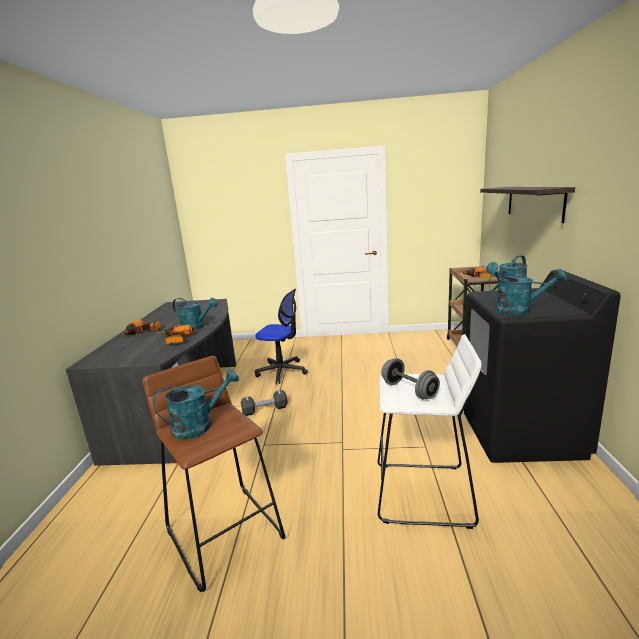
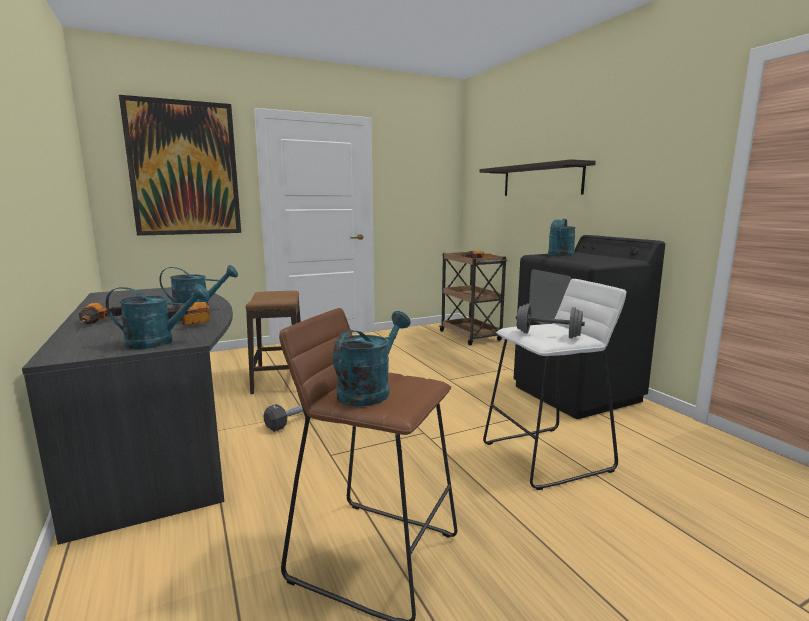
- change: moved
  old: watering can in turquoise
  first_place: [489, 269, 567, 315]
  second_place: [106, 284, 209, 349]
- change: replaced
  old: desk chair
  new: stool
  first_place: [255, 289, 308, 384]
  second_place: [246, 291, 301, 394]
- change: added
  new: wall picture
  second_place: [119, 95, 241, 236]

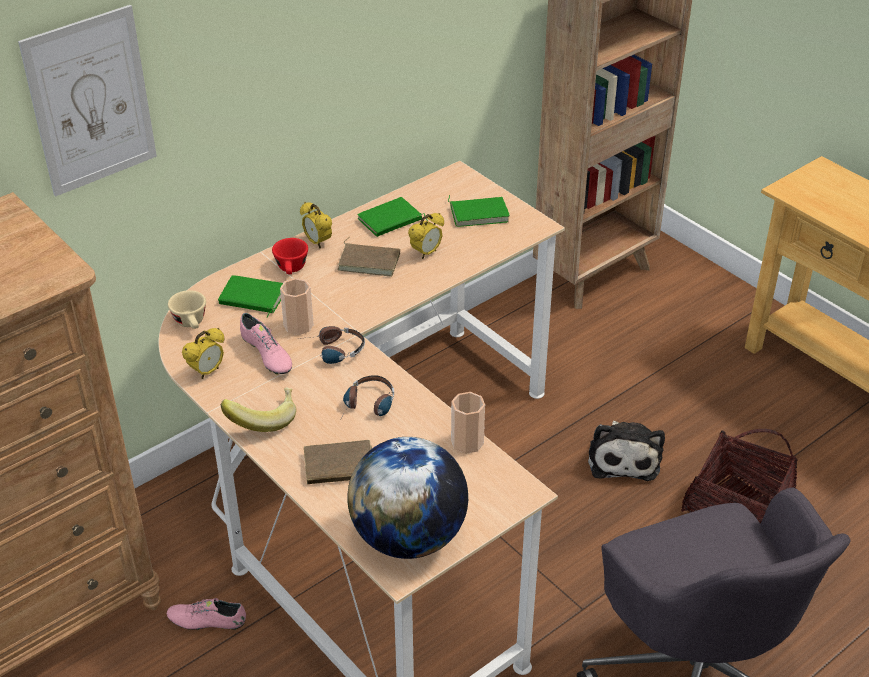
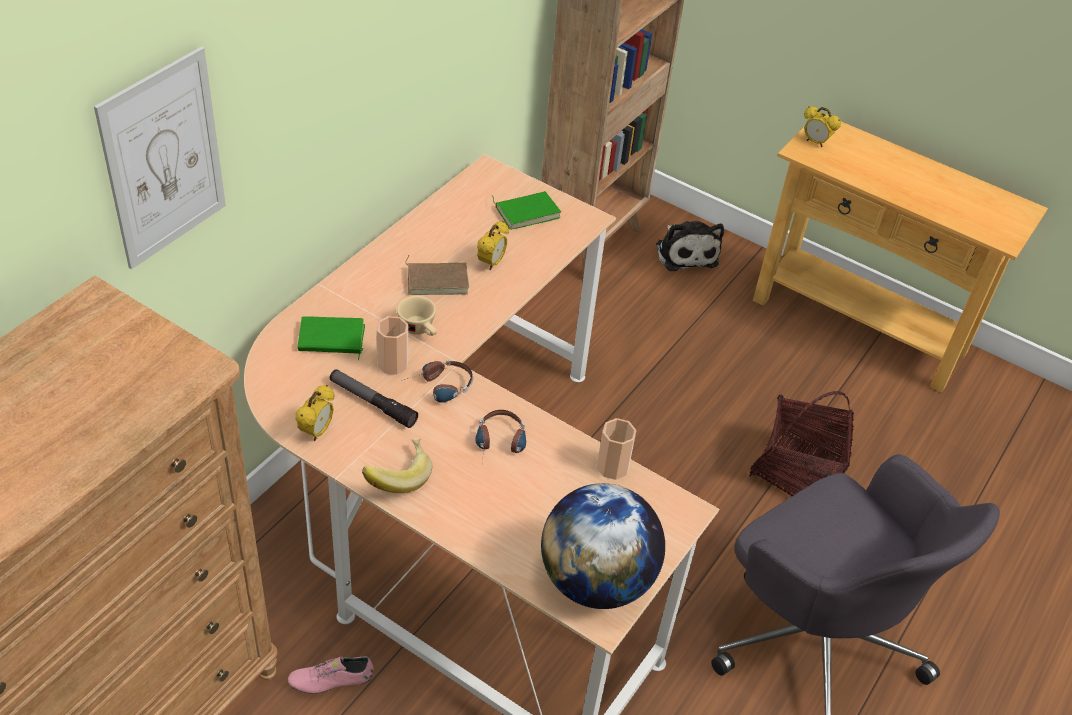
- change: removed
  old: bound book in green-coloured
  first_place: [357, 197, 428, 237]
- change: moved
  old: alarm clock
  first_place: [300, 202, 332, 249]
  second_place: [804, 106, 841, 147]
- change: removed
  old: drinking cup in reddish
  first_place: [272, 238, 308, 274]
- change: moved
  old: drinking cup in beige-coloured
  first_place: [168, 290, 206, 329]
  second_place: [397, 296, 437, 336]
- change: replaced
  old: low shoe in pinkish
  new: flashlight
  first_place: [240, 313, 292, 375]
  second_place: [330, 369, 418, 428]
- change: moved
  old: plush toy
  first_place: [588, 421, 665, 481]
  second_place: [656, 221, 724, 271]
- change: removed
  old: bound book in brownish
  first_place: [304, 440, 372, 484]

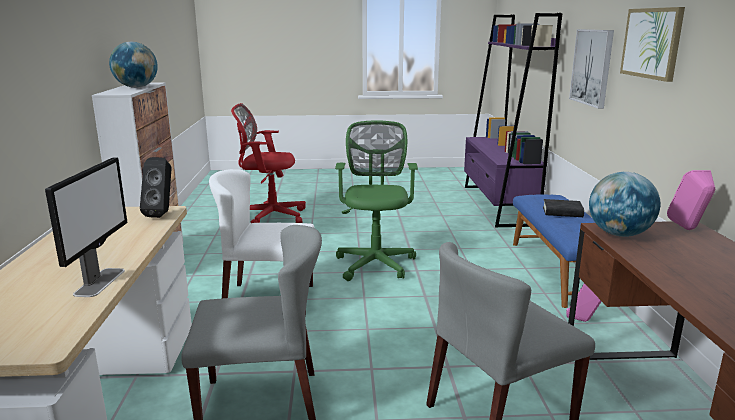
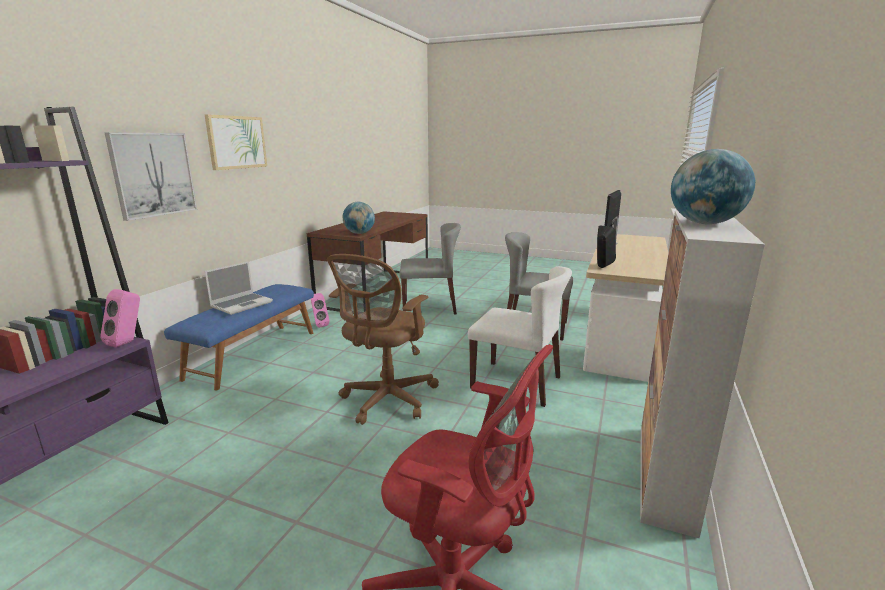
- change: recoloured
  old: desk chair in green-coloured
  new: desk chair in brownish
  first_place: [335, 120, 418, 281]
  second_place: [327, 254, 439, 425]
- change: moved
  old: speaker in pinkish
  first_place: [667, 170, 715, 230]
  second_place: [100, 289, 140, 347]
- change: replaced
  old: bound book in black-coloured
  new: laptop
  first_place: [543, 199, 584, 217]
  second_place: [205, 261, 273, 315]

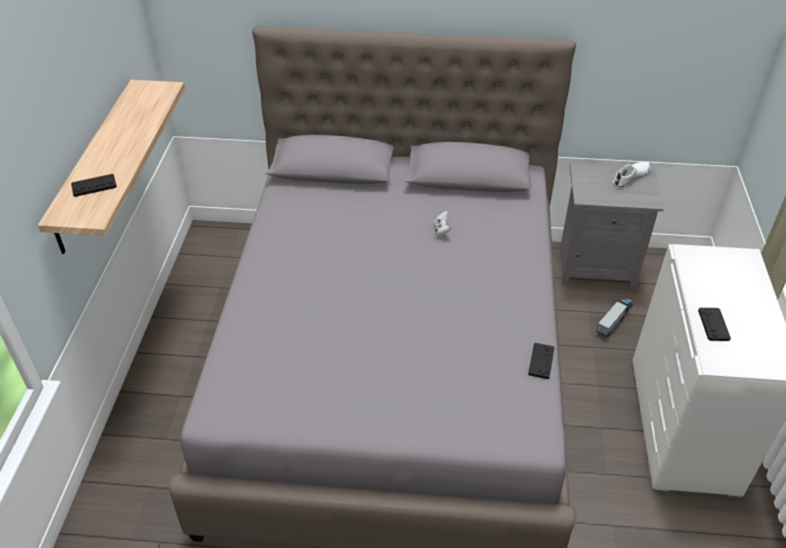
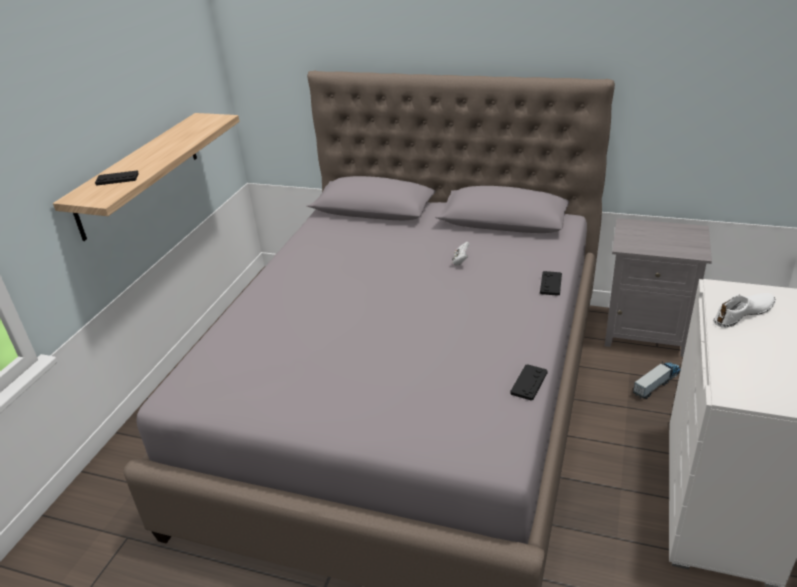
- change: moved
  old: low shoe in whitish
  first_place: [612, 161, 651, 188]
  second_place: [713, 293, 776, 328]
- change: moved
  old: game controller in black-coloured
  first_place: [698, 308, 731, 341]
  second_place: [540, 271, 562, 296]

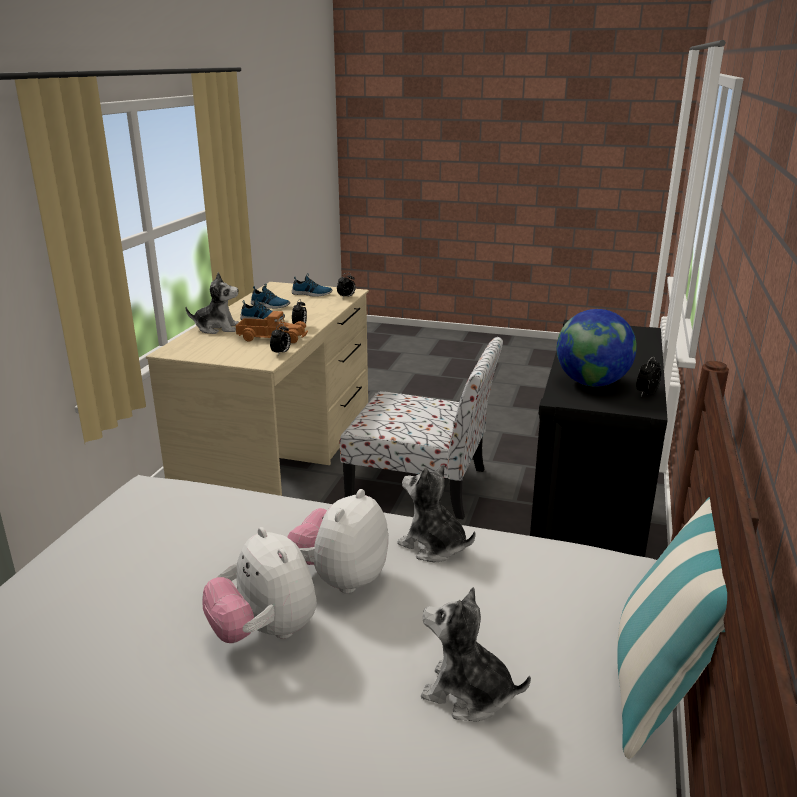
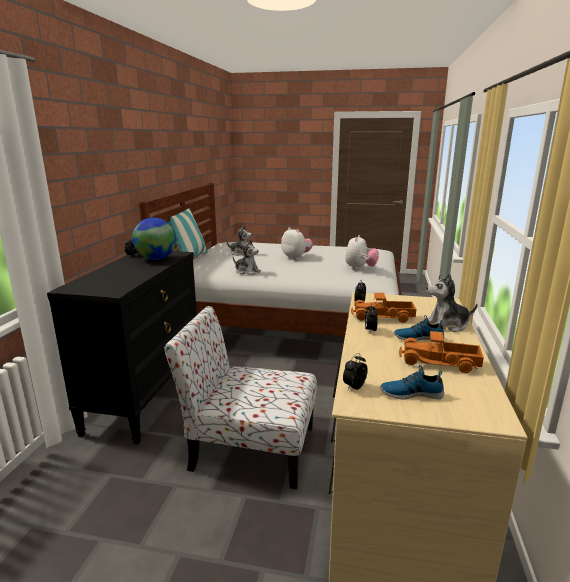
- change: replaced
  old: low shoe
  new: model truck
  first_place: [251, 284, 290, 309]
  second_place: [399, 331, 484, 373]
- change: moved
  old: plush toy
  first_place: [287, 489, 389, 593]
  second_place: [345, 235, 379, 270]

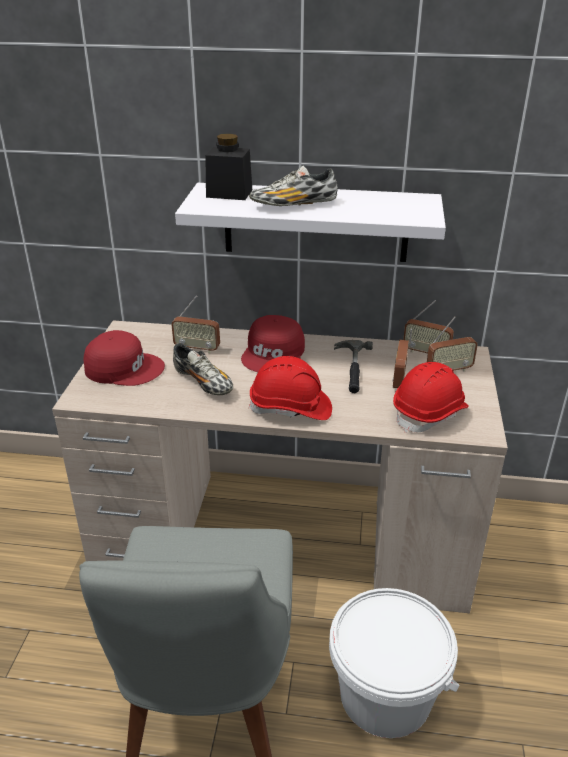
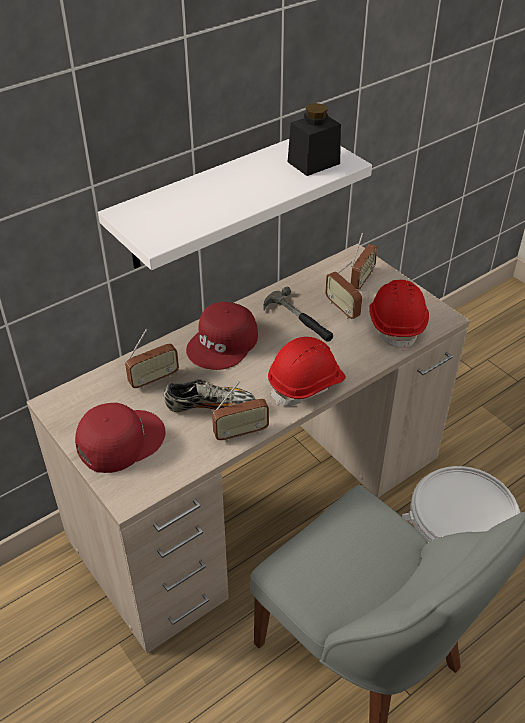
- change: moved
  old: jar in black-coloured
  first_place: [205, 134, 252, 200]
  second_place: [288, 103, 341, 176]
- change: removed
  old: low shoe
  first_place: [249, 166, 338, 206]
- change: moved
  old: radio set
  first_place: [403, 300, 454, 353]
  second_place: [212, 381, 269, 442]
- change: turned
  old: peaked cap in reddish
  first_place: [241, 315, 305, 372]
  second_place: [186, 302, 258, 370]
  degrees: 60

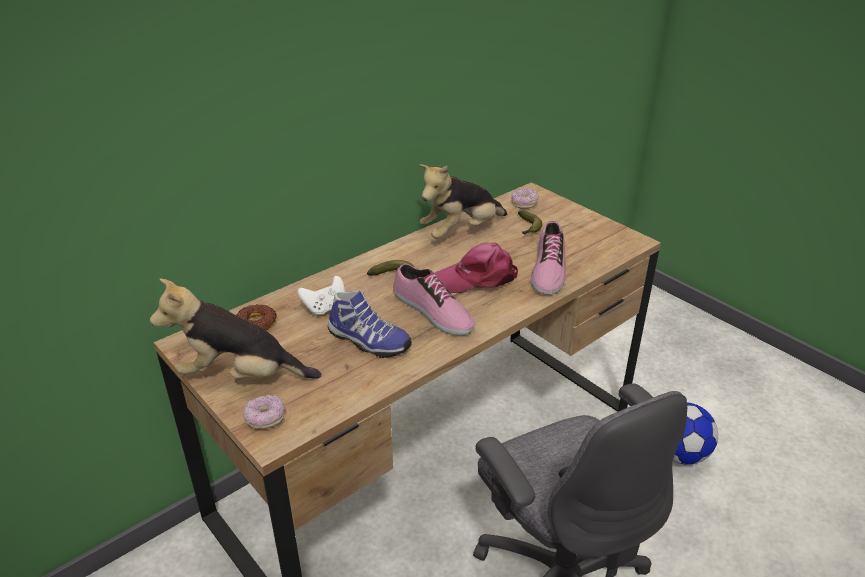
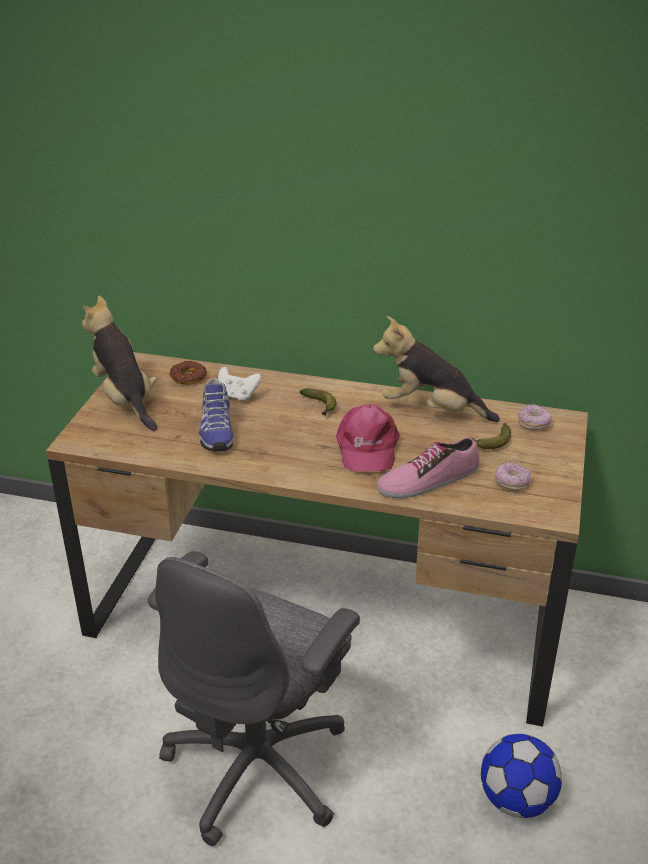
- change: turned
  old: peaked cap in pinkish
  first_place: [435, 242, 518, 293]
  second_place: [336, 404, 400, 472]
  degrees: -135
- change: removed
  old: low shoe
  first_place: [393, 263, 475, 335]
- change: moved
  old: ring doughnut
  first_place: [243, 395, 285, 429]
  second_place: [495, 462, 531, 491]

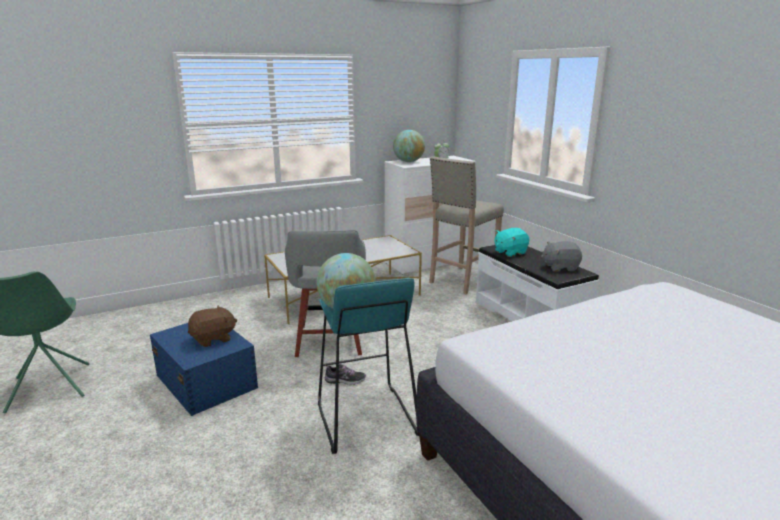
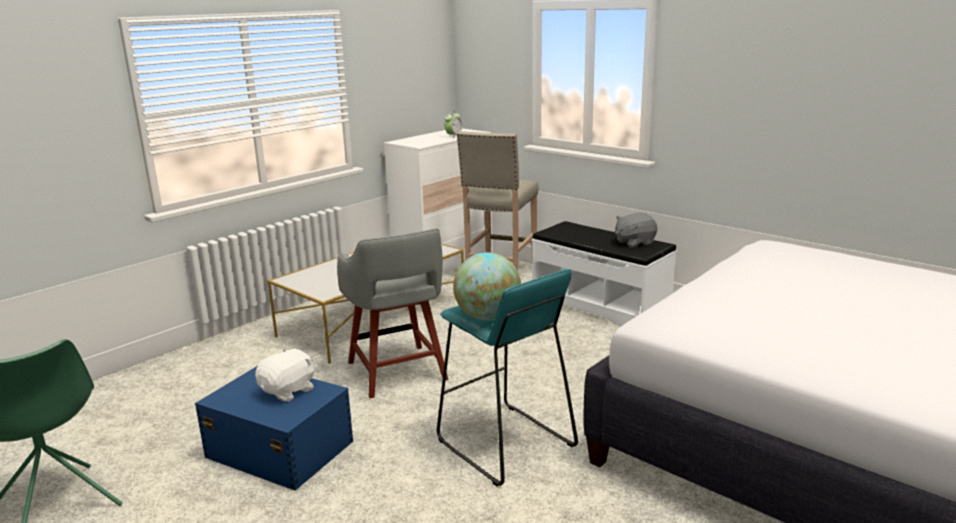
- change: removed
  old: desk globe
  first_place: [393, 130, 425, 162]
- change: removed
  old: plush toy in turquoise
  first_place: [495, 228, 529, 257]
- change: recoloured
  old: plush toy in brownish
  new: plush toy in whitish
  first_place: [188, 305, 237, 347]
  second_place: [255, 348, 315, 402]
- change: removed
  old: low shoe
  first_place: [325, 364, 366, 385]

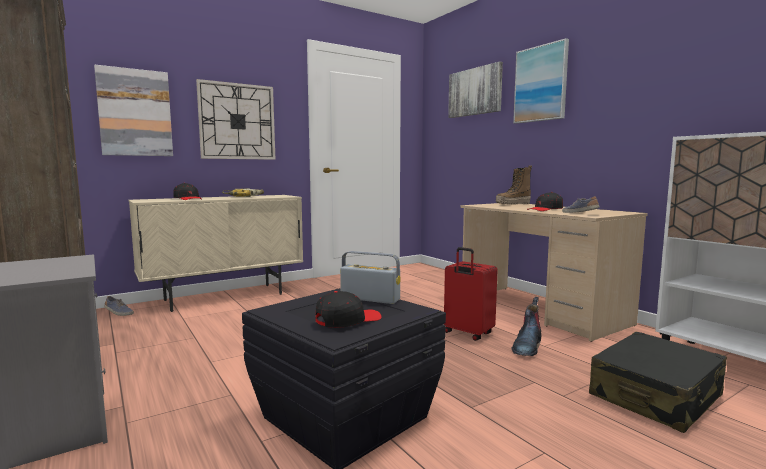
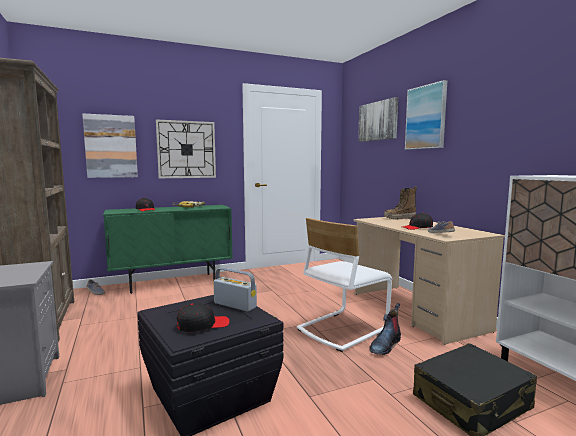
- change: recoloured
  old: cupboard in beige-coloured
  new: cupboard in green-coloured
  first_place: [129, 195, 303, 312]
  second_place: [103, 205, 233, 294]
- change: replaced
  old: suitcase in reddish
  new: chair in whitish
  first_place: [444, 247, 498, 341]
  second_place: [297, 218, 392, 352]

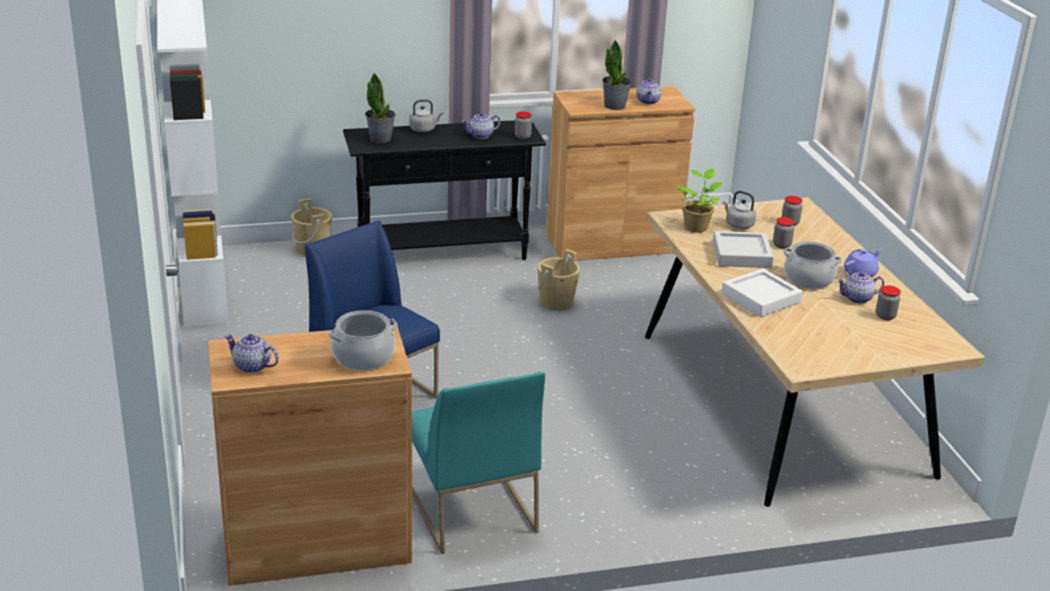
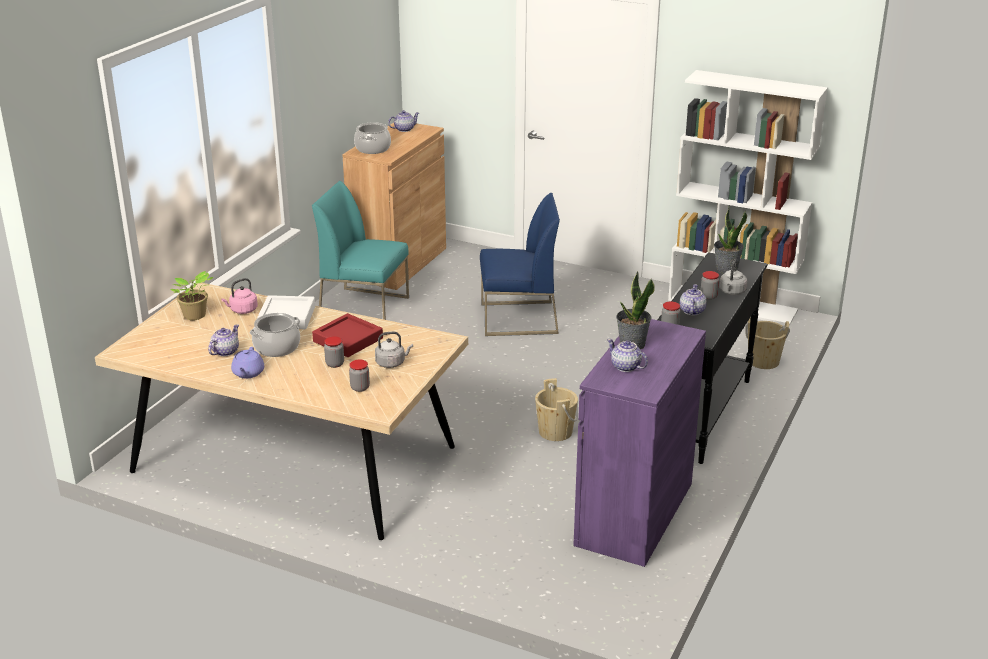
- change: recoloured
  old: cupboard in brownish
  new: cupboard in purple-coloured
  first_place: [546, 86, 695, 261]
  second_place: [573, 319, 706, 567]
- change: moved
  old: houseplant
  first_place: [677, 169, 722, 233]
  second_place: [170, 271, 214, 320]
- change: recoloured
  old: tray in greyish
  new: tray in reddish
  first_place: [713, 231, 774, 268]
  second_place: [312, 313, 383, 357]
- change: moved
  old: jar
  first_place: [876, 285, 901, 320]
  second_place: [700, 271, 719, 300]
- change: added
  new: kettle in pinkish
  second_place: [221, 278, 258, 314]

